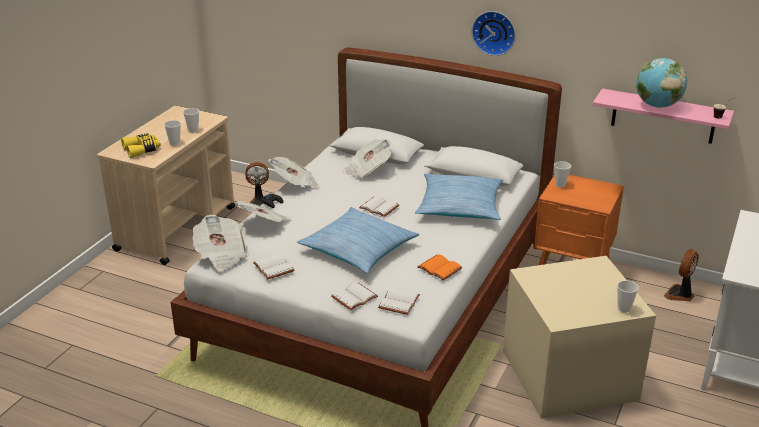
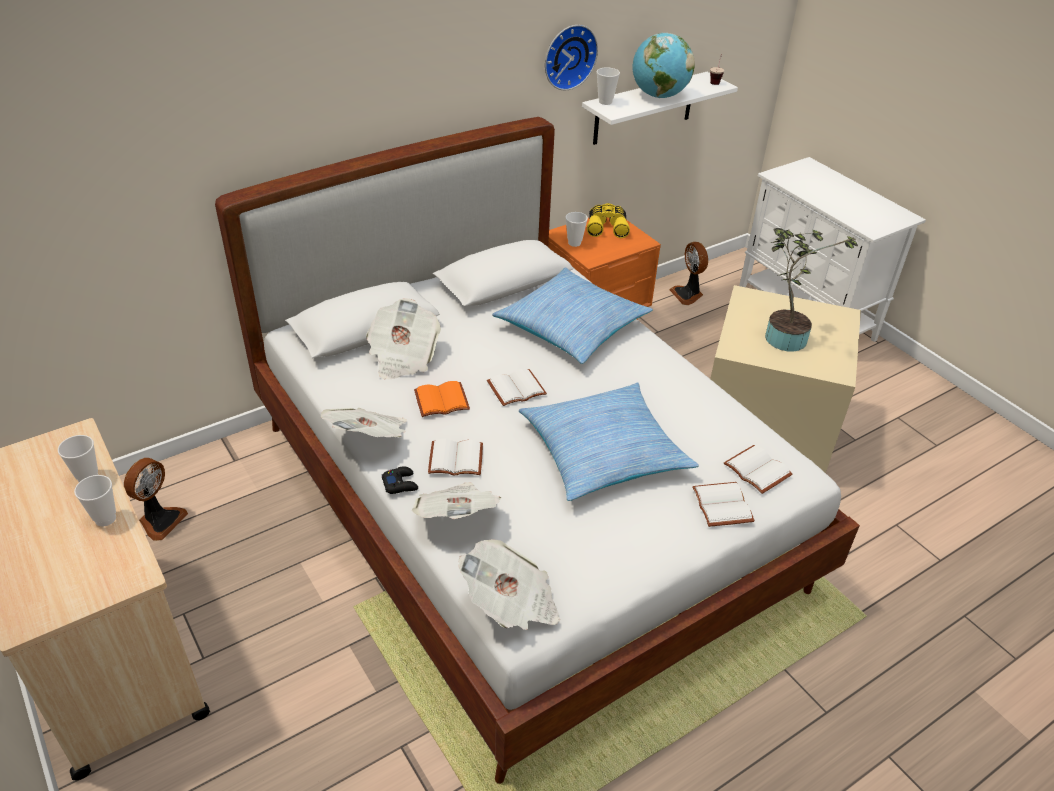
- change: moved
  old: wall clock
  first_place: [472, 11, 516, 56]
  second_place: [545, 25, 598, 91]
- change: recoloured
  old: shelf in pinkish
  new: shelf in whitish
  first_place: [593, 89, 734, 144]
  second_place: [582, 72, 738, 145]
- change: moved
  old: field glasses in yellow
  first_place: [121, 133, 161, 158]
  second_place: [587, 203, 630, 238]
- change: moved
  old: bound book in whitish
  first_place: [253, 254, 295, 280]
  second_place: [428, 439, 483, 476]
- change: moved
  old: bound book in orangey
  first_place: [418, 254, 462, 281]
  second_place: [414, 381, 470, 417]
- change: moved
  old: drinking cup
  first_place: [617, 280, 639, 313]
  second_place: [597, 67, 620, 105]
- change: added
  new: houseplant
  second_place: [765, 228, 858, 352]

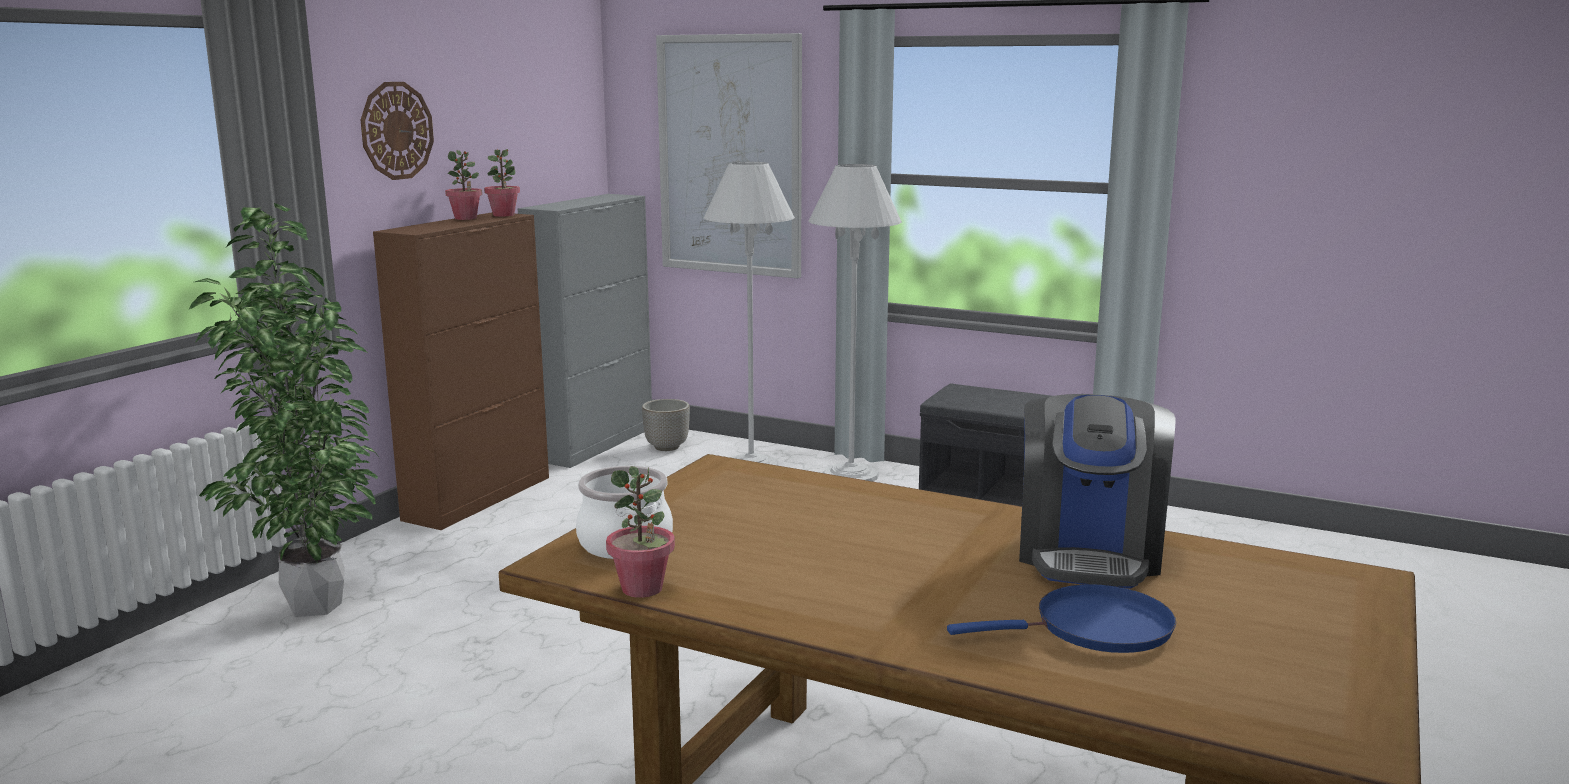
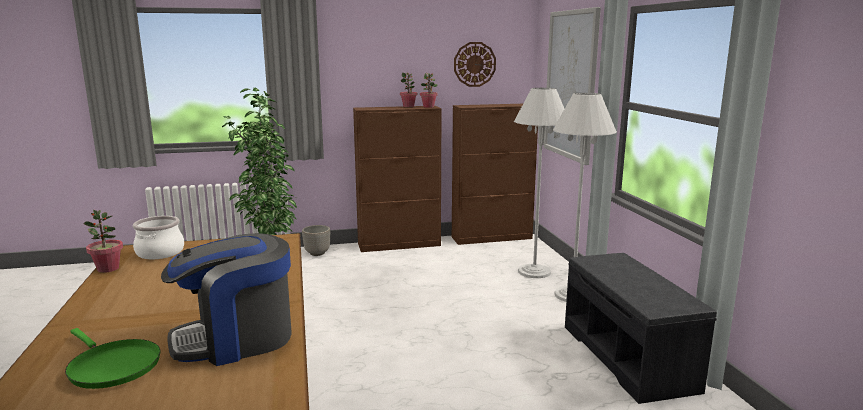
- change: moved
  old: wall clock
  first_place: [361, 82, 434, 180]
  second_place: [454, 42, 496, 87]
- change: recoloured
  old: cupboard in greyish
  new: cupboard in brownish
  first_place: [517, 194, 652, 468]
  second_place: [452, 104, 538, 245]
- change: moved
  old: flower pot
  first_place: [642, 399, 690, 451]
  second_place: [302, 225, 330, 256]
- change: recoloured
  old: pan in blue-coloured
  new: pan in green-coloured
  first_place: [947, 584, 1176, 653]
  second_place: [65, 328, 160, 389]

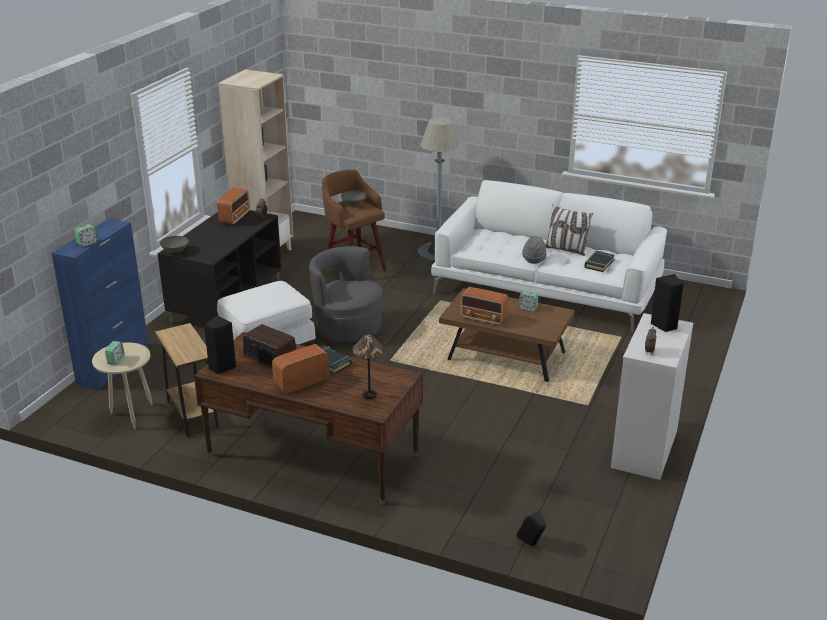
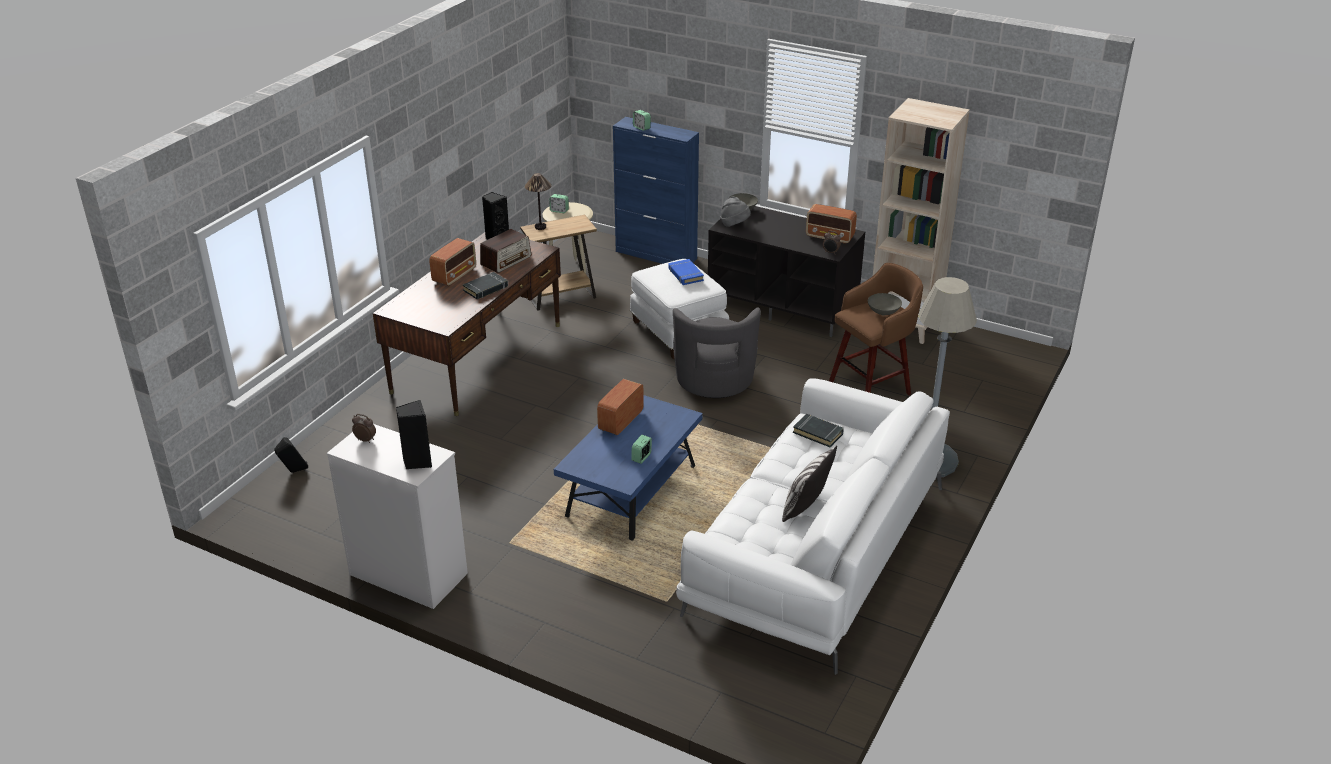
- change: moved
  old: clothing hat in greyish
  first_place: [522, 236, 547, 264]
  second_place: [721, 197, 751, 227]
- change: turned
  old: lounge chair in greyish
  first_place: [309, 246, 383, 343]
  second_place: [673, 307, 761, 398]
  degrees: 135
- change: moved
  old: bound book in black-coloured
  first_place: [584, 251, 615, 272]
  second_place: [793, 414, 844, 447]
- change: recoloured
  old: low table in brownish
  new: low table in blue-coloured
  first_place: [439, 288, 574, 382]
  second_place: [554, 395, 703, 541]
- change: moved
  old: table lamp
  first_place: [352, 334, 385, 399]
  second_place: [525, 173, 552, 230]
- change: turned
  old: radio set
  first_place: [272, 344, 329, 393]
  second_place: [429, 238, 476, 286]
  degrees: 60
- change: added
  new: bound book in blue-coloured
  second_place: [669, 259, 704, 285]

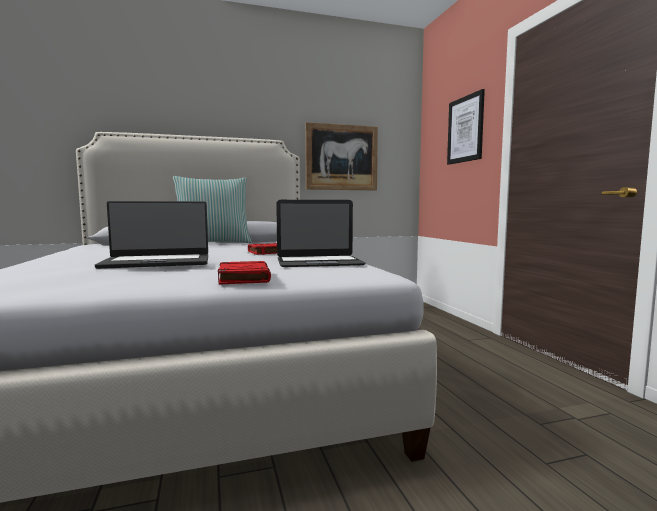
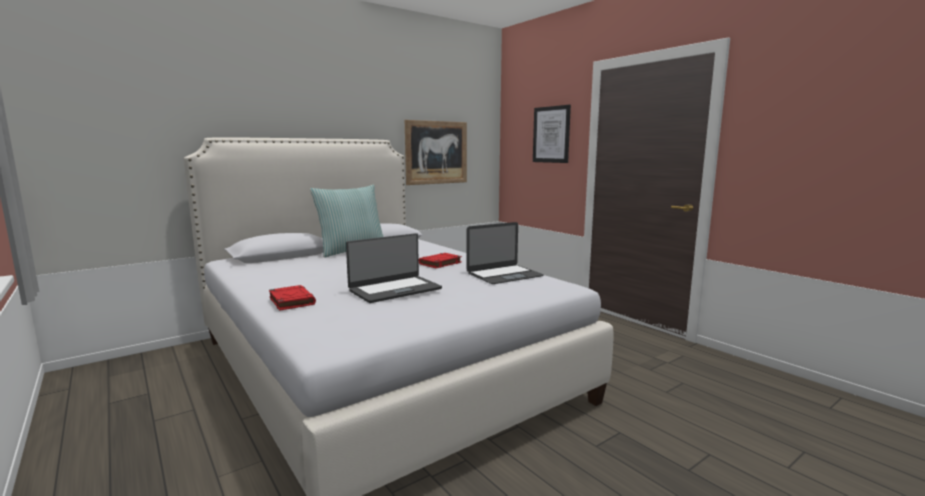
- change: moved
  old: bound book in reddish
  first_place: [218, 261, 271, 285]
  second_place: [269, 285, 316, 311]

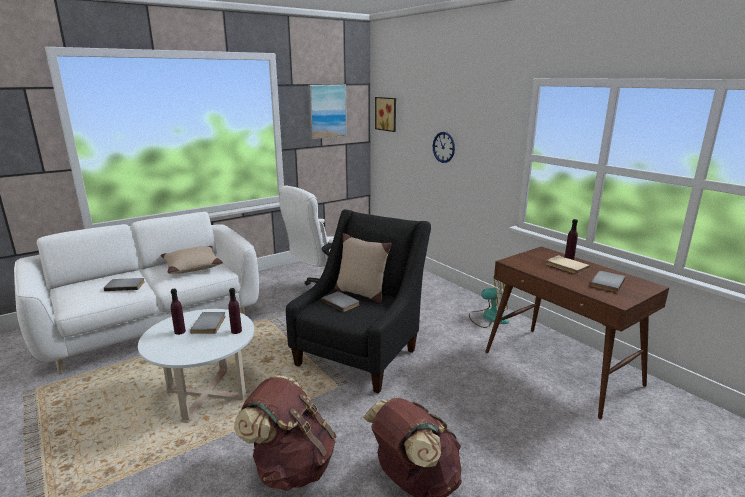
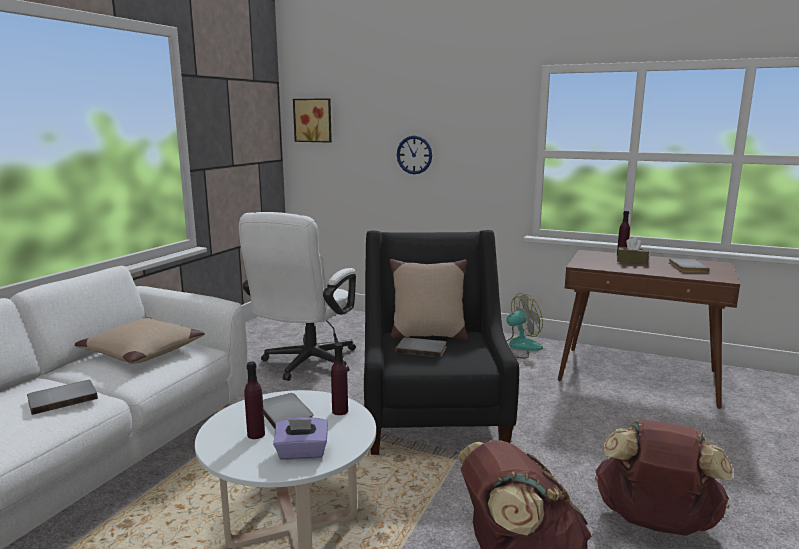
- change: removed
  old: wall picture
  first_place: [308, 84, 347, 139]
- change: replaced
  old: bound book in beige-coloured
  new: box of tissues in brownish
  first_place: [546, 255, 590, 274]
  second_place: [617, 237, 649, 264]
- change: added
  new: box of tissues in purple-coloured
  second_place: [273, 417, 328, 460]

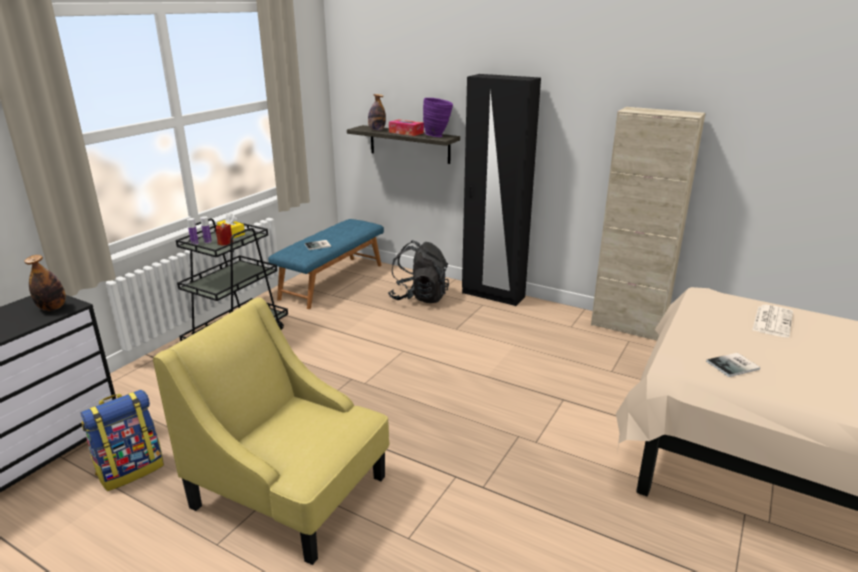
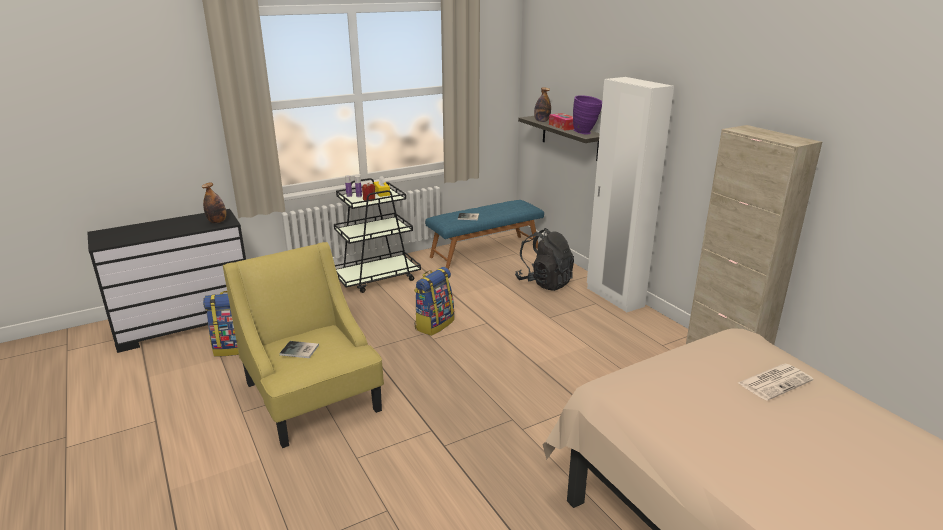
- change: recoloured
  old: wardrobe in black-coloured
  new: wardrobe in whitish
  first_place: [462, 74, 541, 306]
  second_place: [587, 77, 674, 313]
- change: moved
  old: bound book
  first_place: [706, 353, 761, 377]
  second_place: [280, 341, 319, 358]
- change: added
  new: backpack
  second_place: [414, 267, 454, 336]

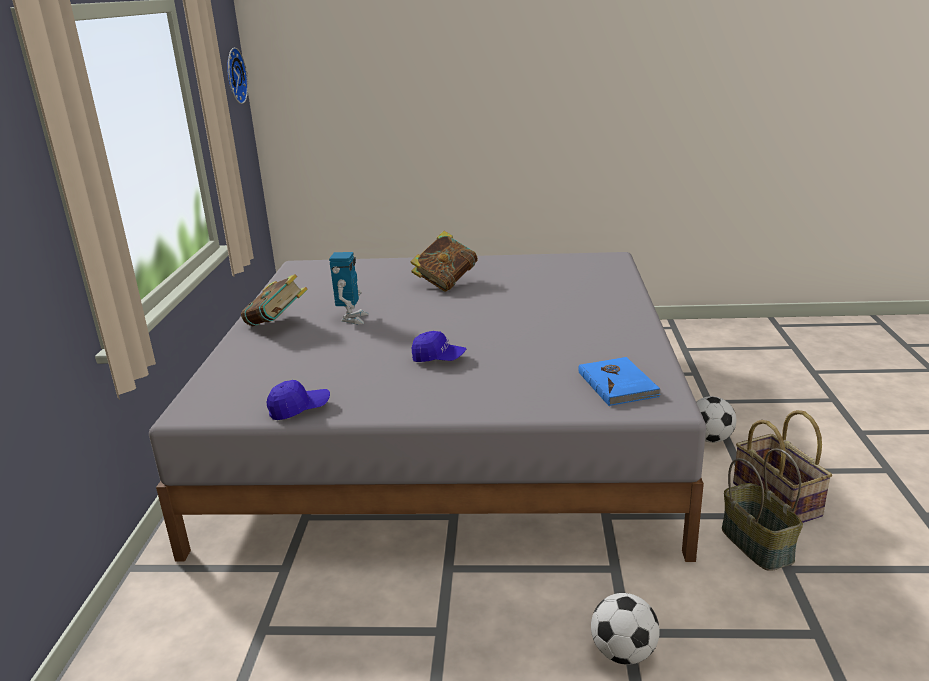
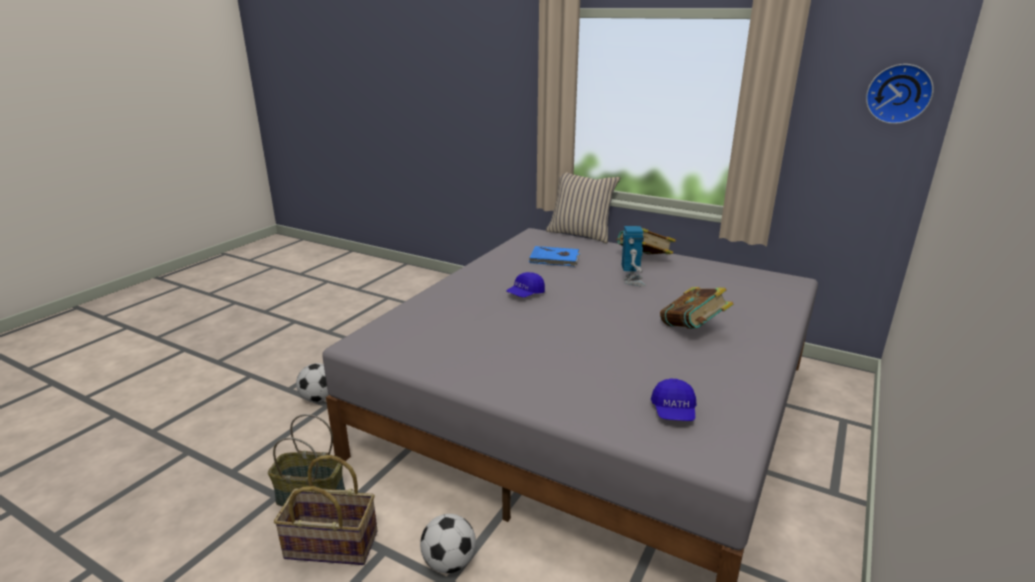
- change: turned
  old: robot figure
  first_place: [329, 252, 369, 324]
  second_place: [622, 226, 646, 286]
  degrees: -120
- change: moved
  old: bound book in blue-coloured
  first_place: [578, 357, 661, 406]
  second_place: [528, 246, 580, 267]
- change: moved
  old: peaked cap in blue-coloured
  first_place: [267, 380, 330, 420]
  second_place: [651, 378, 696, 421]
- change: added
  new: pillow in beige-coloured
  second_place: [546, 171, 620, 243]

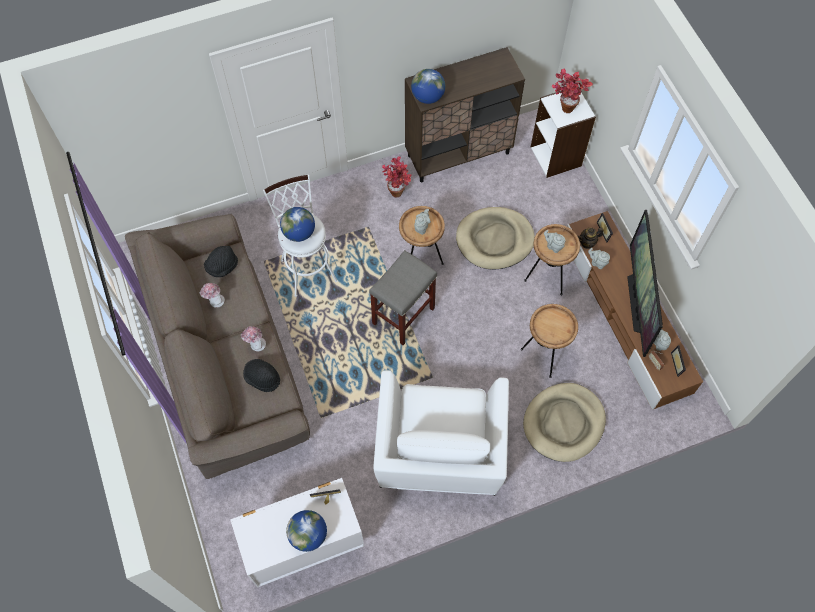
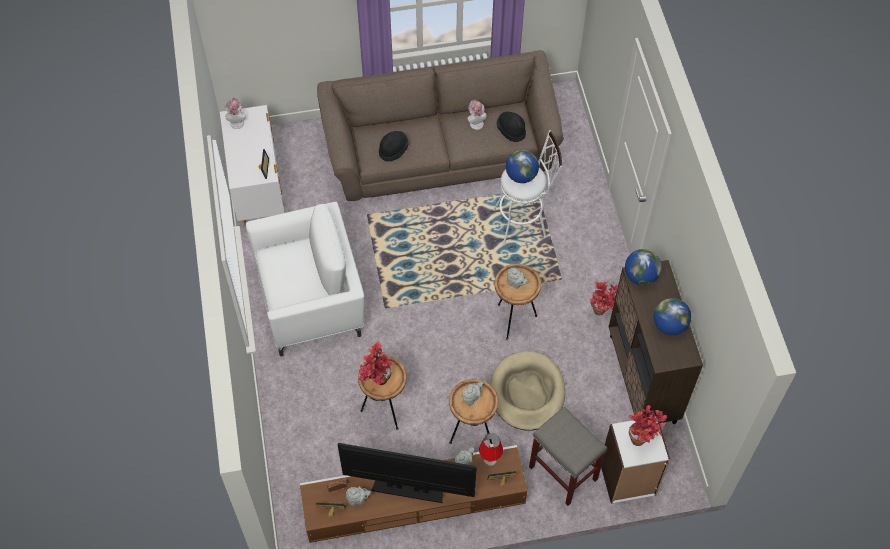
- change: replaced
  old: tea pot
  new: table lamp in reddish
  first_place: [578, 227, 603, 249]
  second_place: [479, 433, 503, 466]
- change: moved
  old: stool in greyish
  first_place: [369, 250, 437, 345]
  second_place: [529, 407, 607, 506]
- change: moved
  old: clothing hat
  first_place: [241, 326, 266, 351]
  second_place: [225, 98, 246, 129]
- change: turned
  old: lounge chair in whitish
  first_place: [373, 370, 509, 496]
  second_place: [246, 202, 364, 356]
  degrees: 150
- change: removed
  old: dog cushion in beige-coloured
  first_place: [523, 383, 606, 462]
- change: moved
  old: desk globe
  first_place: [286, 510, 327, 552]
  second_place: [654, 298, 691, 335]
- change: added
  new: houseplant
  second_place: [359, 342, 395, 385]

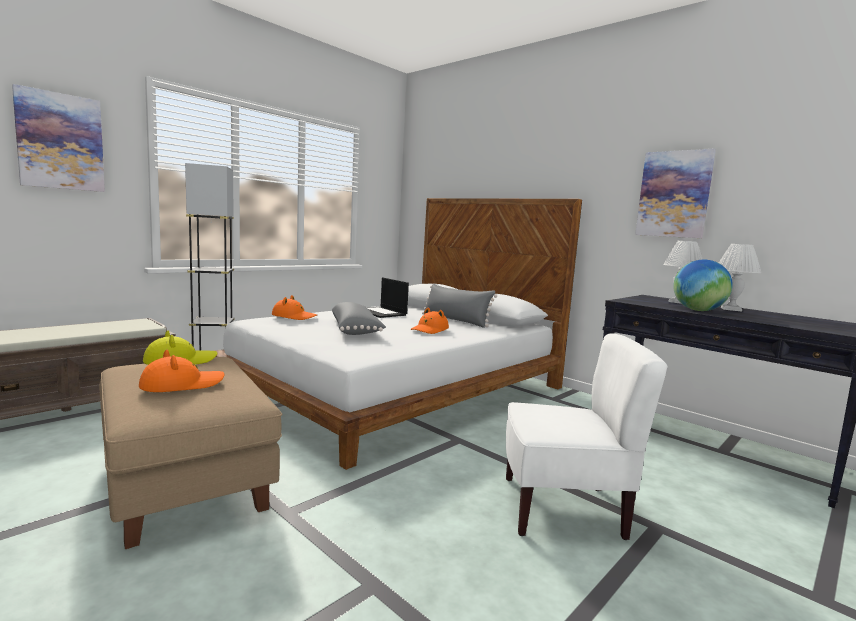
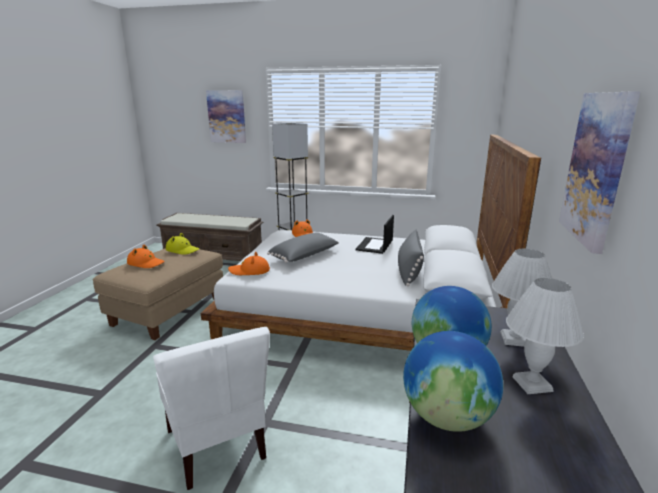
- change: moved
  old: clothing hat in orangey
  first_place: [411, 308, 449, 334]
  second_place: [228, 252, 270, 275]
- change: added
  new: desk globe
  second_place: [403, 331, 503, 432]

